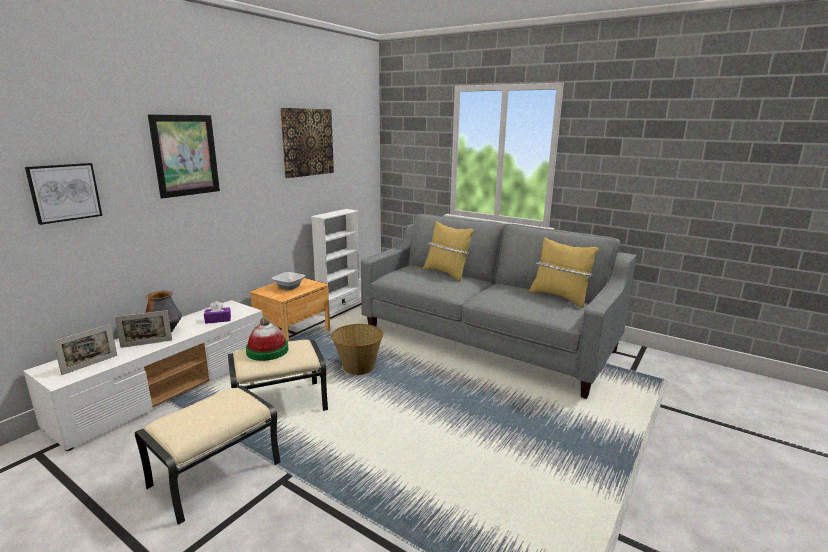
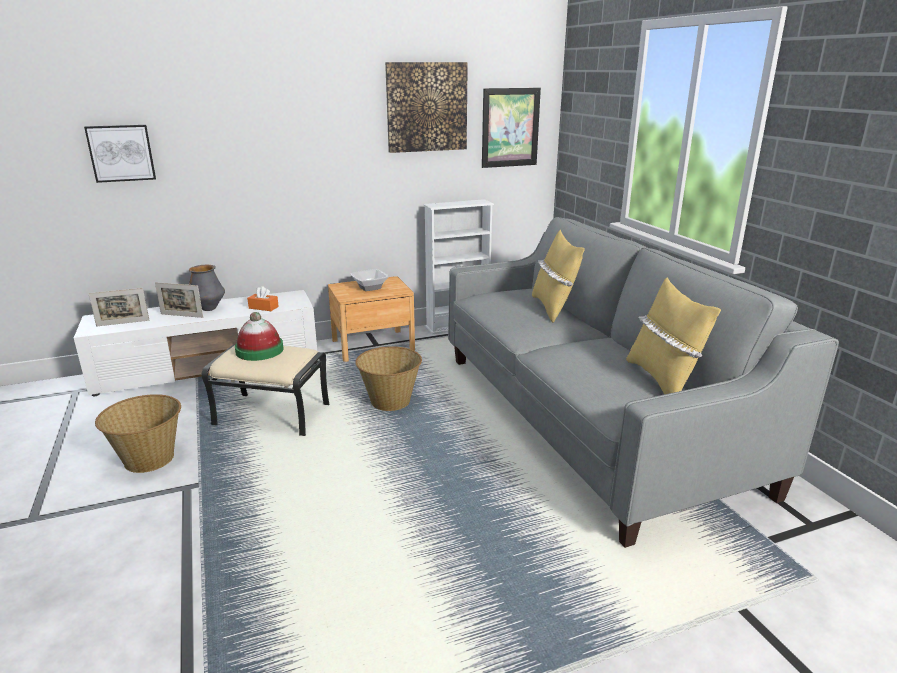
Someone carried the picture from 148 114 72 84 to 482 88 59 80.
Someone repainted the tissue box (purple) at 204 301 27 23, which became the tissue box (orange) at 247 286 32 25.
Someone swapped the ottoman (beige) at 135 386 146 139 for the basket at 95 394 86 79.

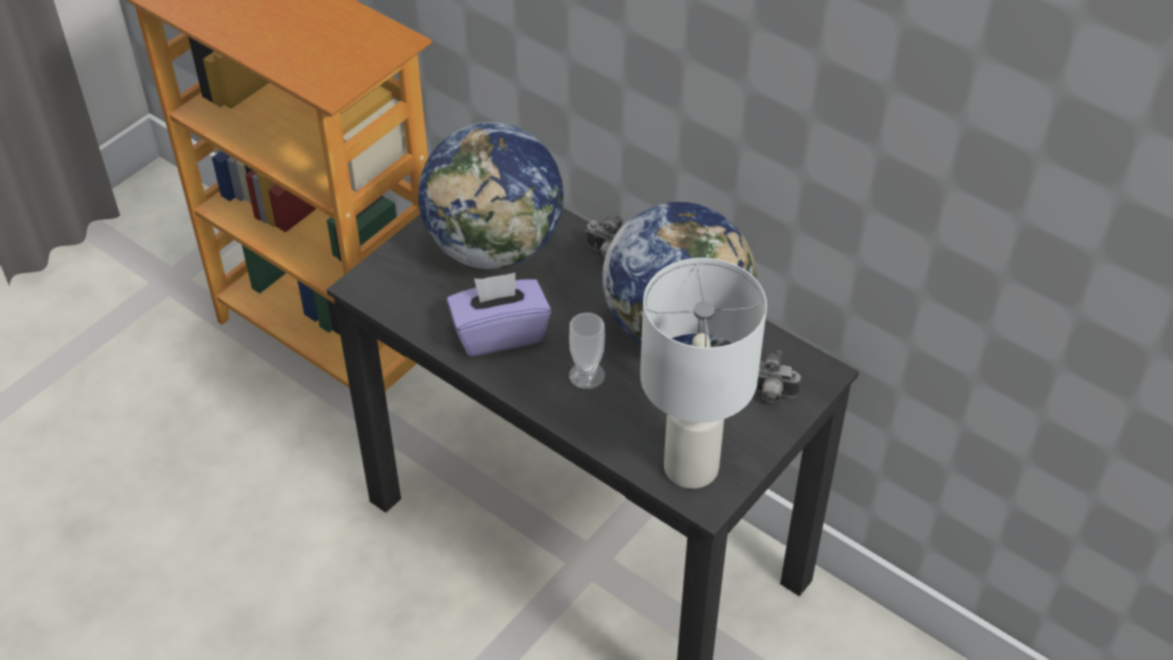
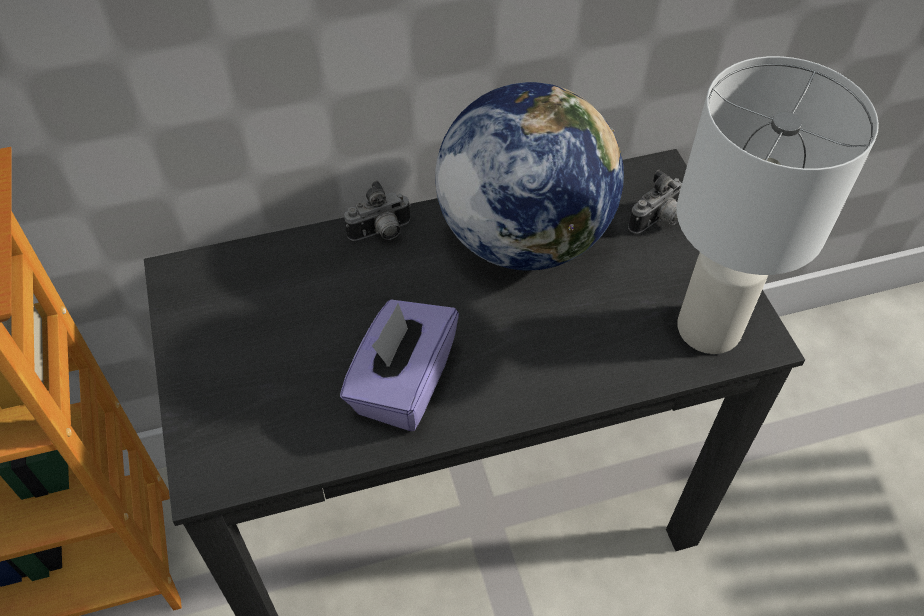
Someone took away the globe at 418 122 146 147.
Someone took away the cup at 569 313 36 76.

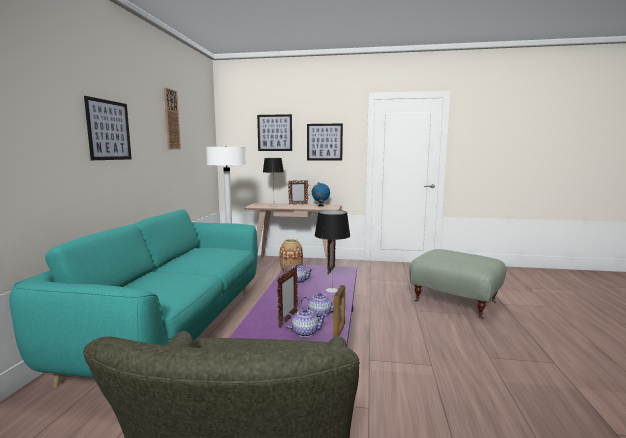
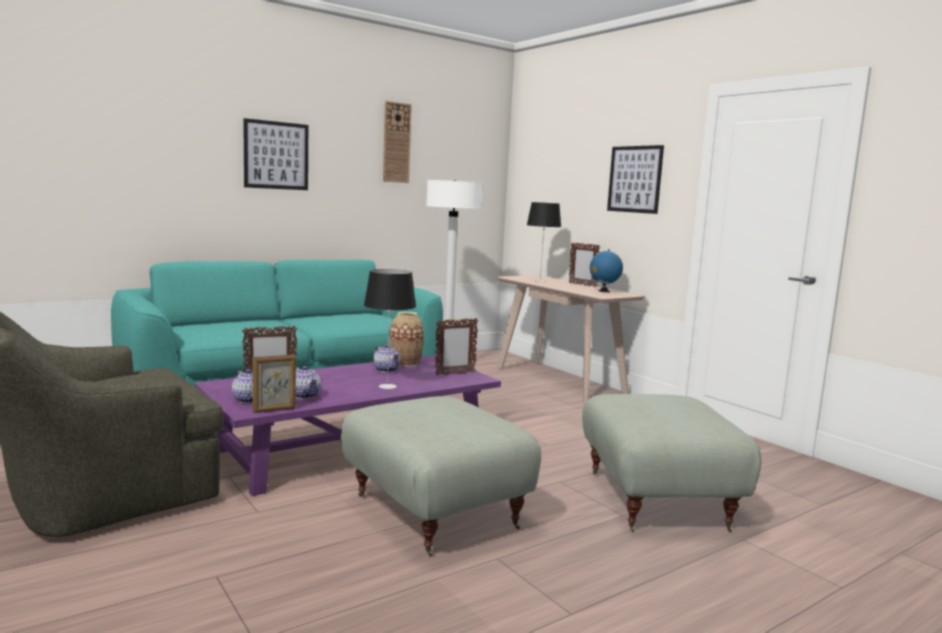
Someone took away the picture at 257 114 35 37.
Someone put down the ottoman (grey) at 341 396 200 161.

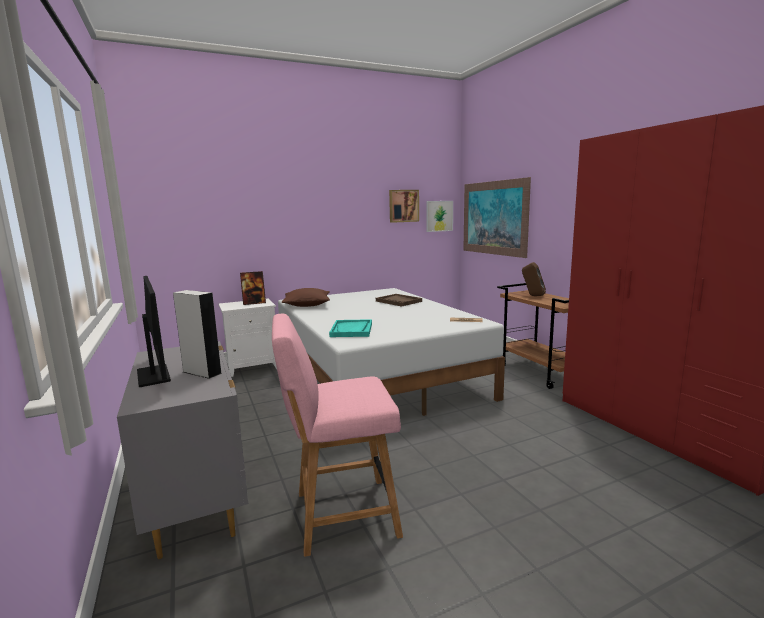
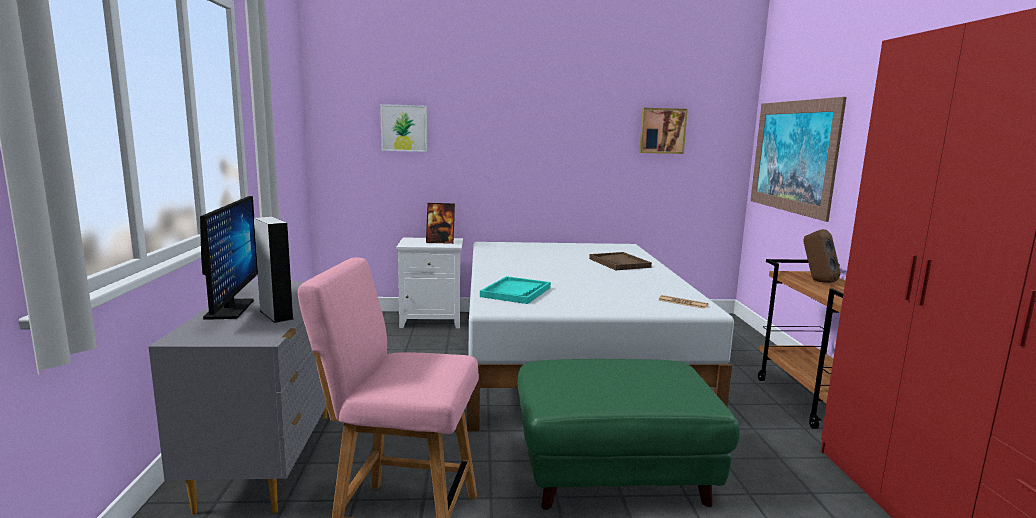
Someone carried the picture from 426 201 27 31 to 380 104 47 48.
Someone took away the pillow (brown) at 282 288 48 19.
Someone put down the ottoman (green) at 518 359 222 151.

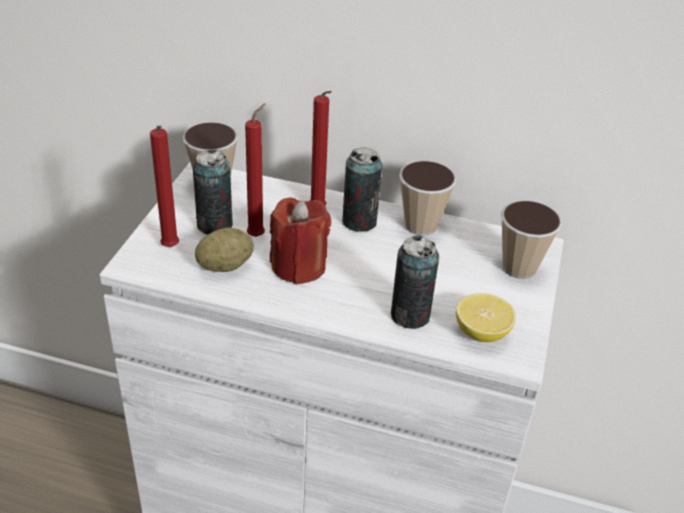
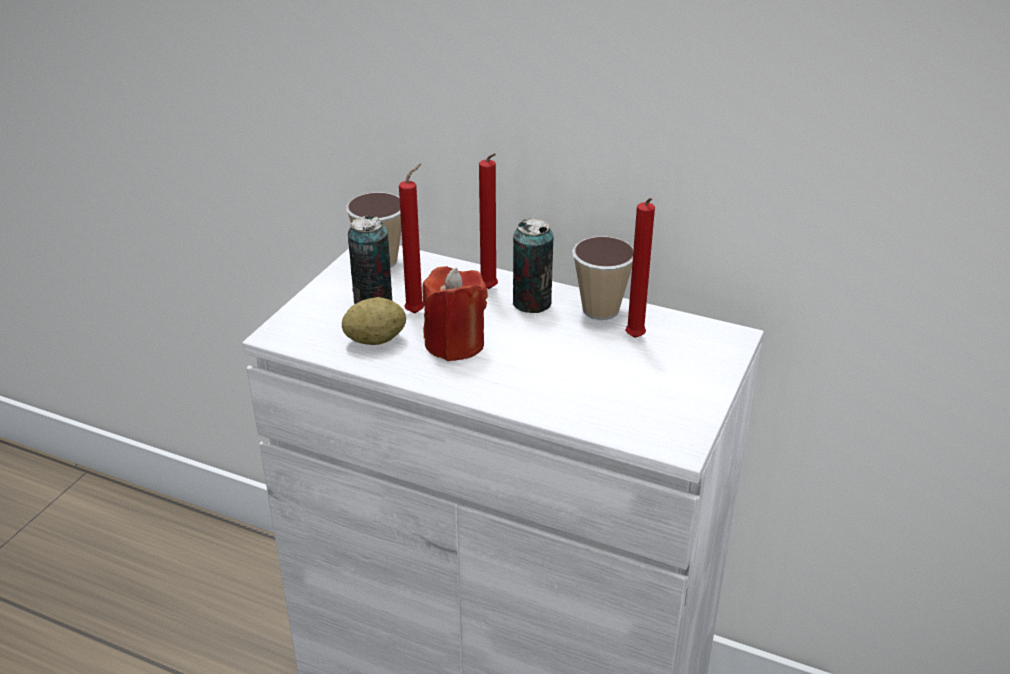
Someone carried the candle (red) from 150 126 29 121 to 625 198 30 140.
Someone took away the cup at 501 200 61 79.
Someone took away the can at 391 235 48 94.
Someone took away the lemon at 456 293 60 49.

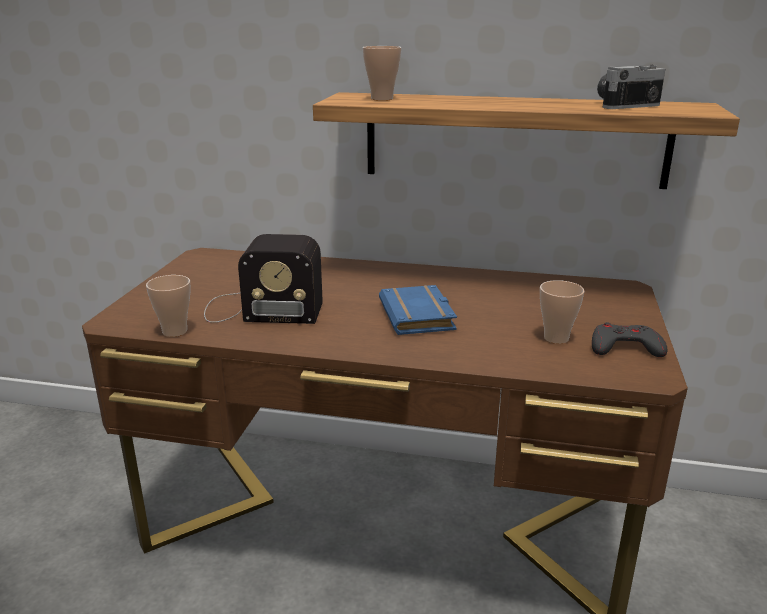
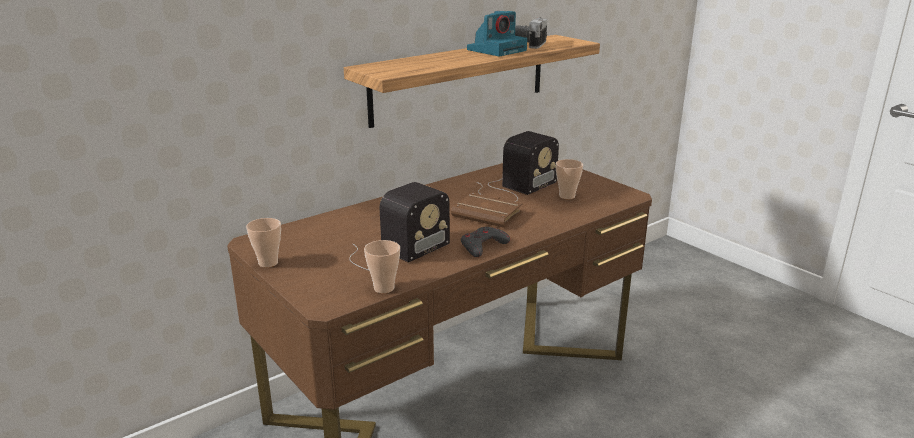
Someone carried the cup from 363 46 38 55 to 246 218 35 50.
Someone repainted the book (blue) at 379 285 78 50, which became the book (brown) at 451 193 72 35.
Someone carried the game controller (grey) from 592 322 75 35 to 461 227 49 30.
Someone put down the photo camera at 467 11 60 45.
Someone put down the radio at 476 131 83 71.

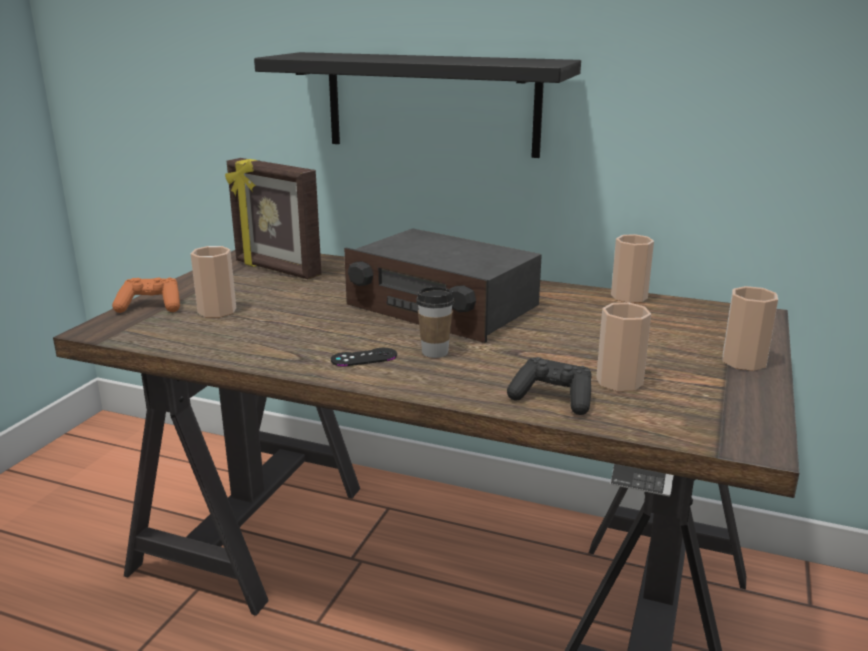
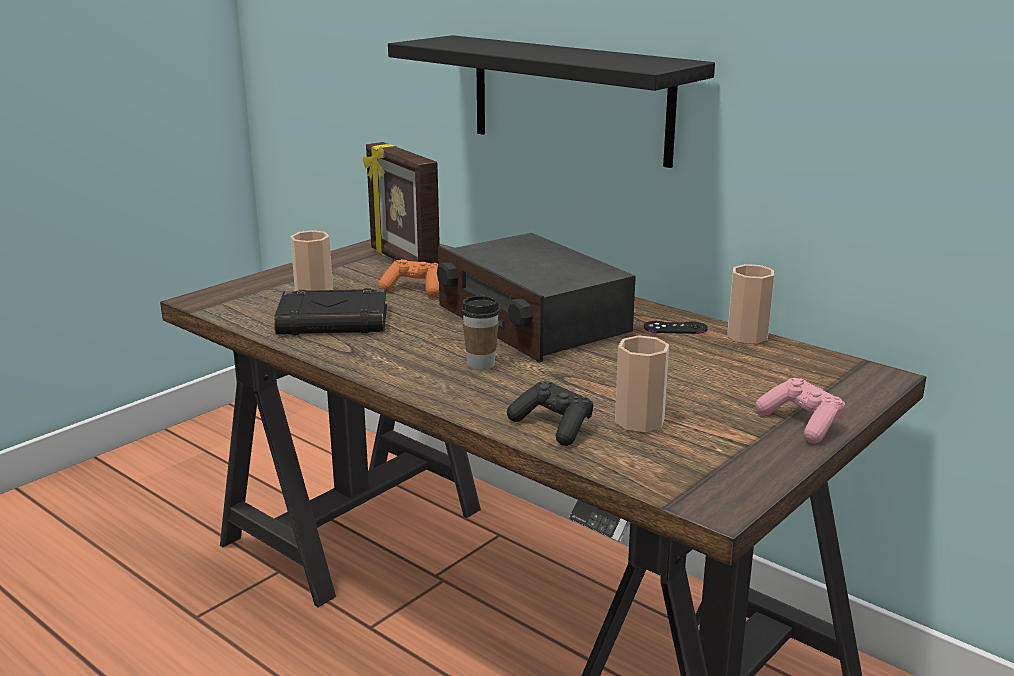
Someone carried the game controller (orange) from 112 278 68 35 to 378 259 61 39.
Someone swapped the cup at 722 286 56 85 for the game controller (pink) at 756 378 90 65.
Someone carried the game controller (black) from 331 348 66 18 to 644 321 64 13.
Someone put down the book (black) at 274 288 113 47.

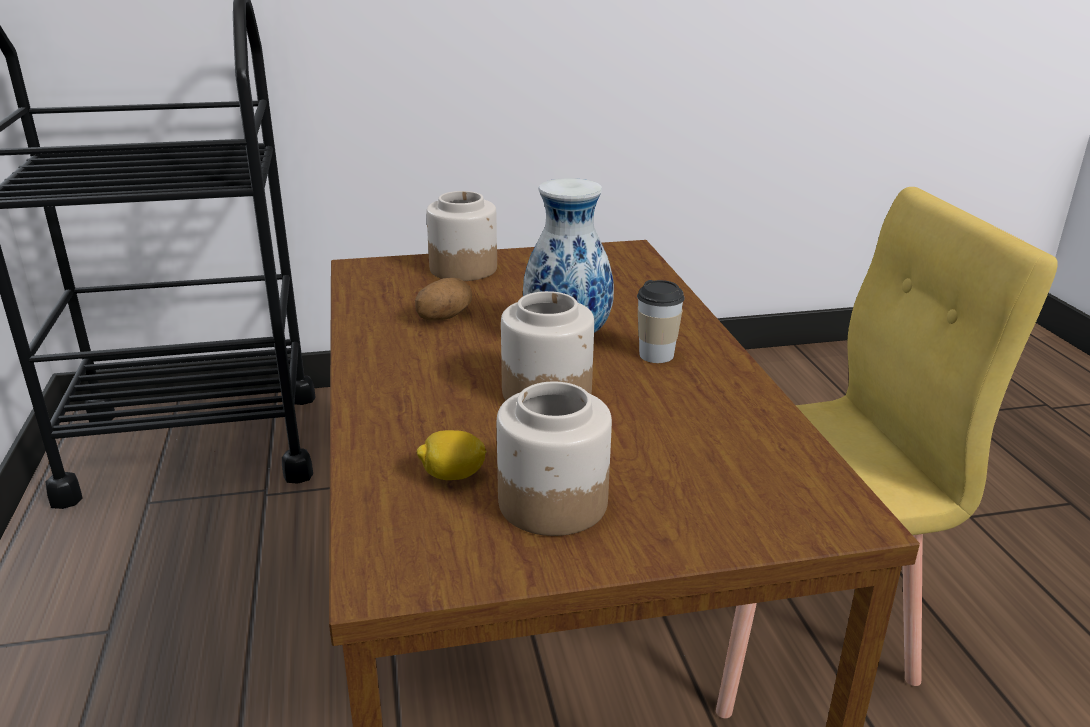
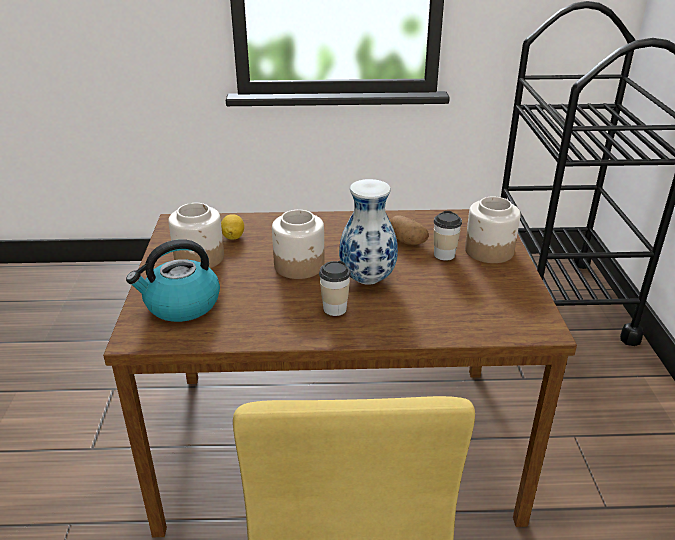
Someone put down the cup at 434 211 28 50.
Someone put down the kettle at 126 239 94 83.

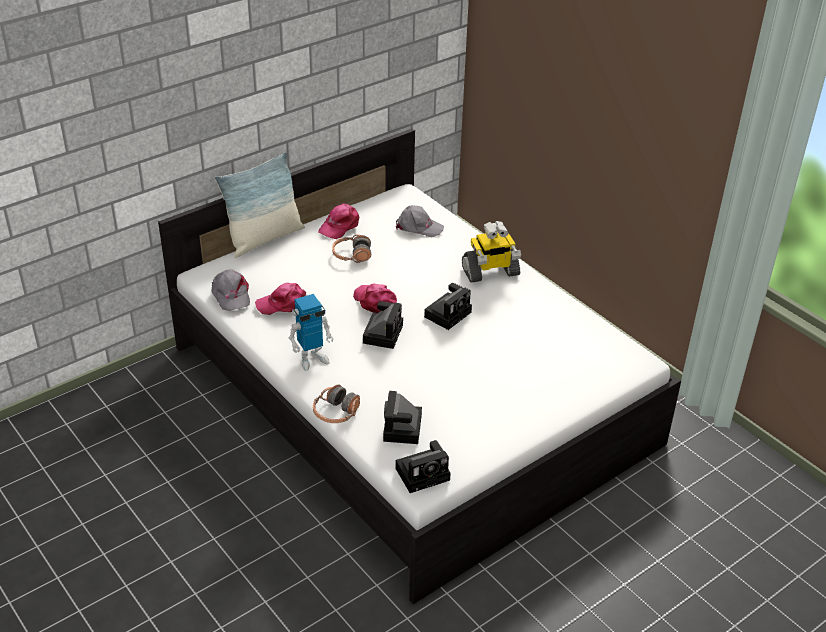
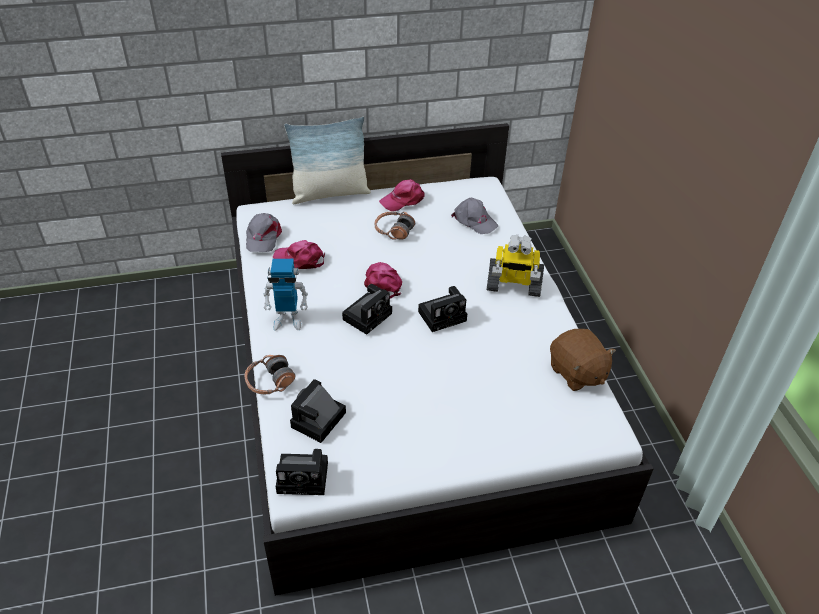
Someone put down the plush toy (brown) at 550 329 66 62.

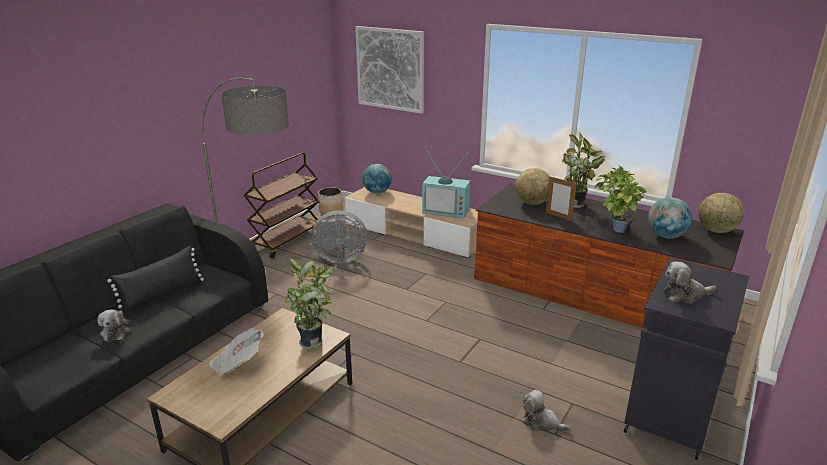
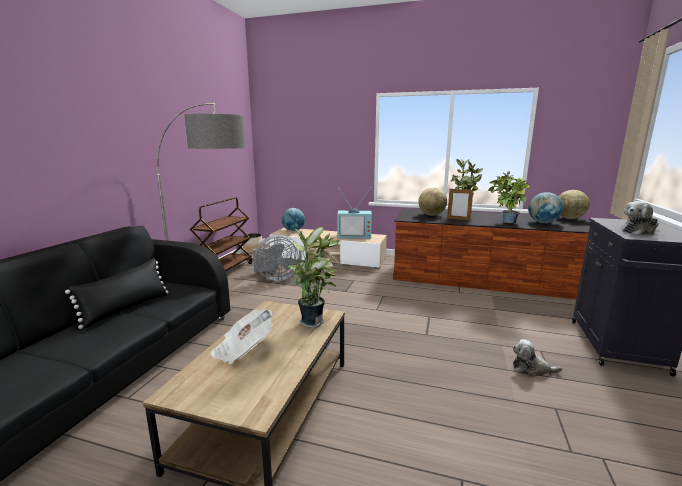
Someone took away the picture at 355 26 69 88.
Someone took away the plush toy at 97 310 34 32.

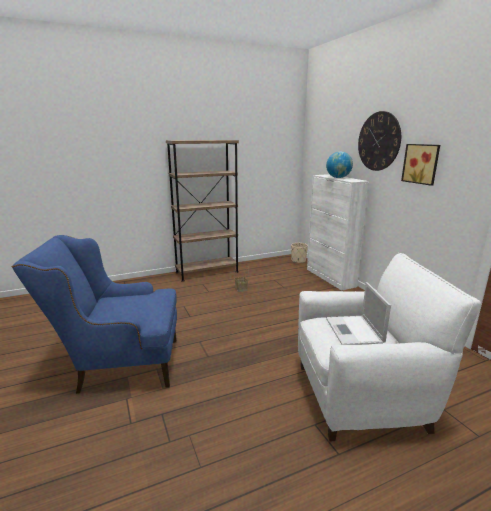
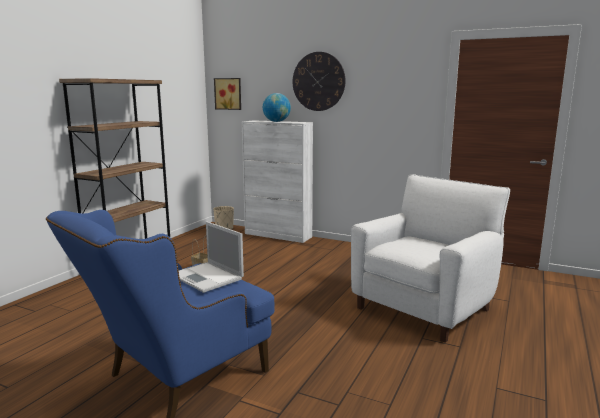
Someone carried the picture from 401 144 39 42 to 214 78 27 32.
Someone carried the laptop from 326 282 65 63 to 179 222 65 71.

